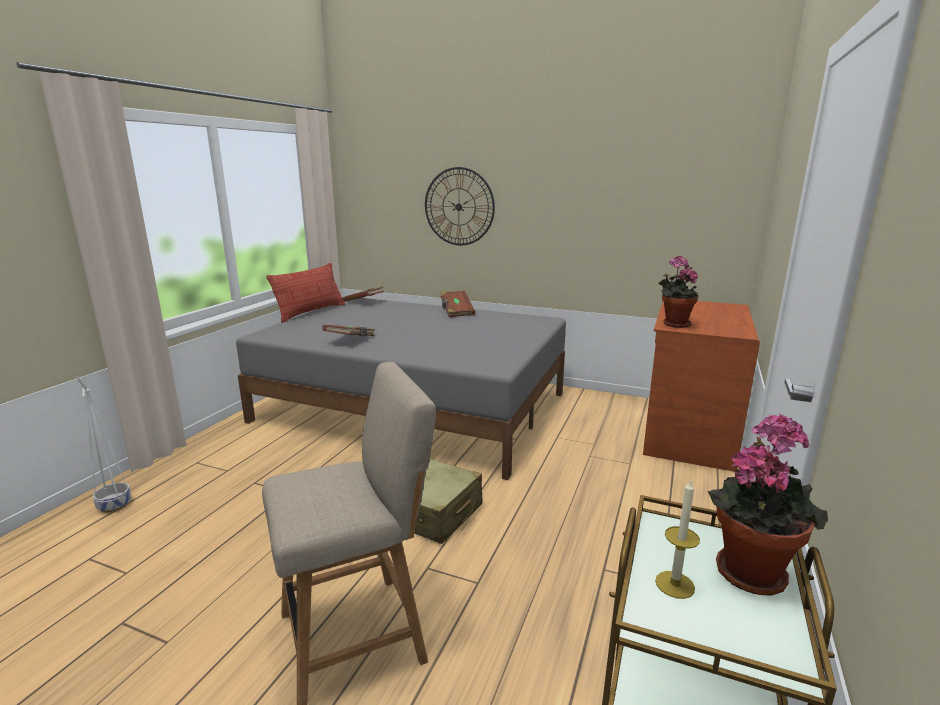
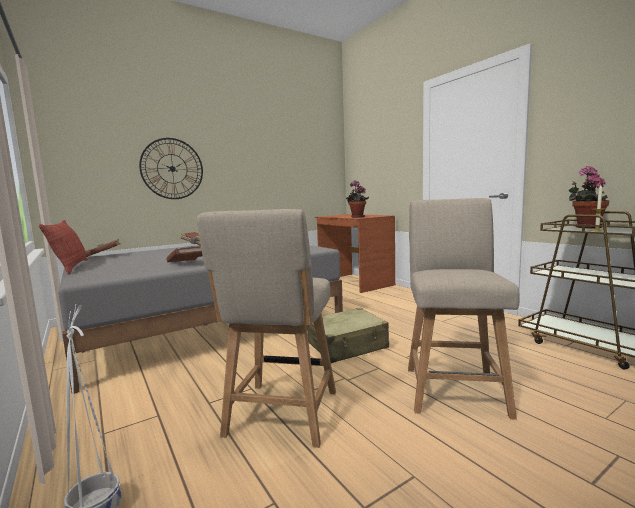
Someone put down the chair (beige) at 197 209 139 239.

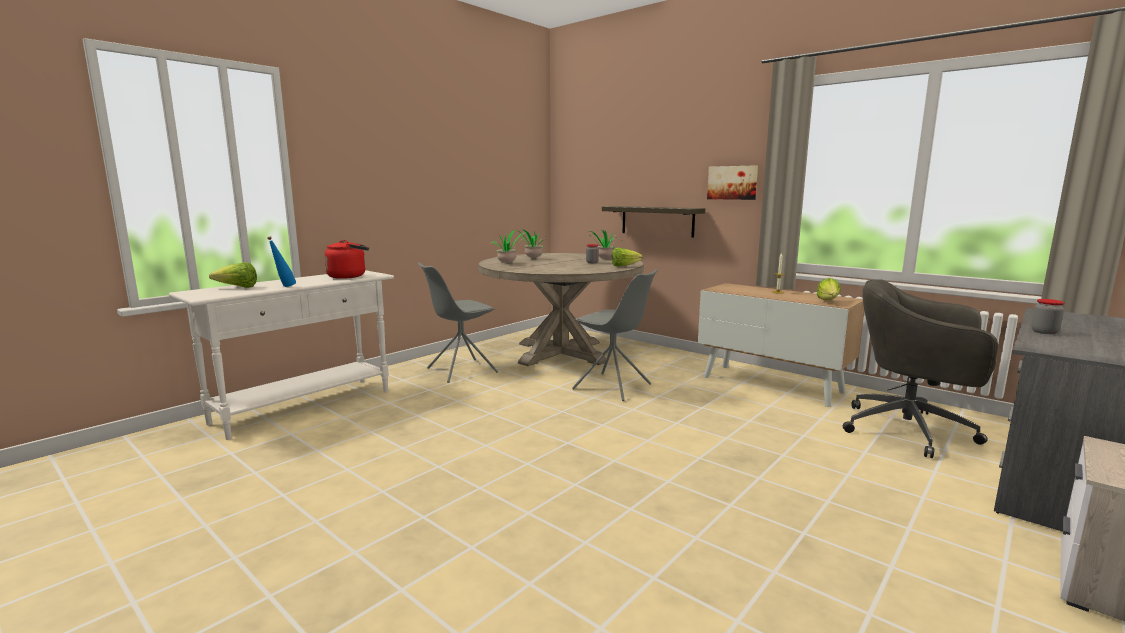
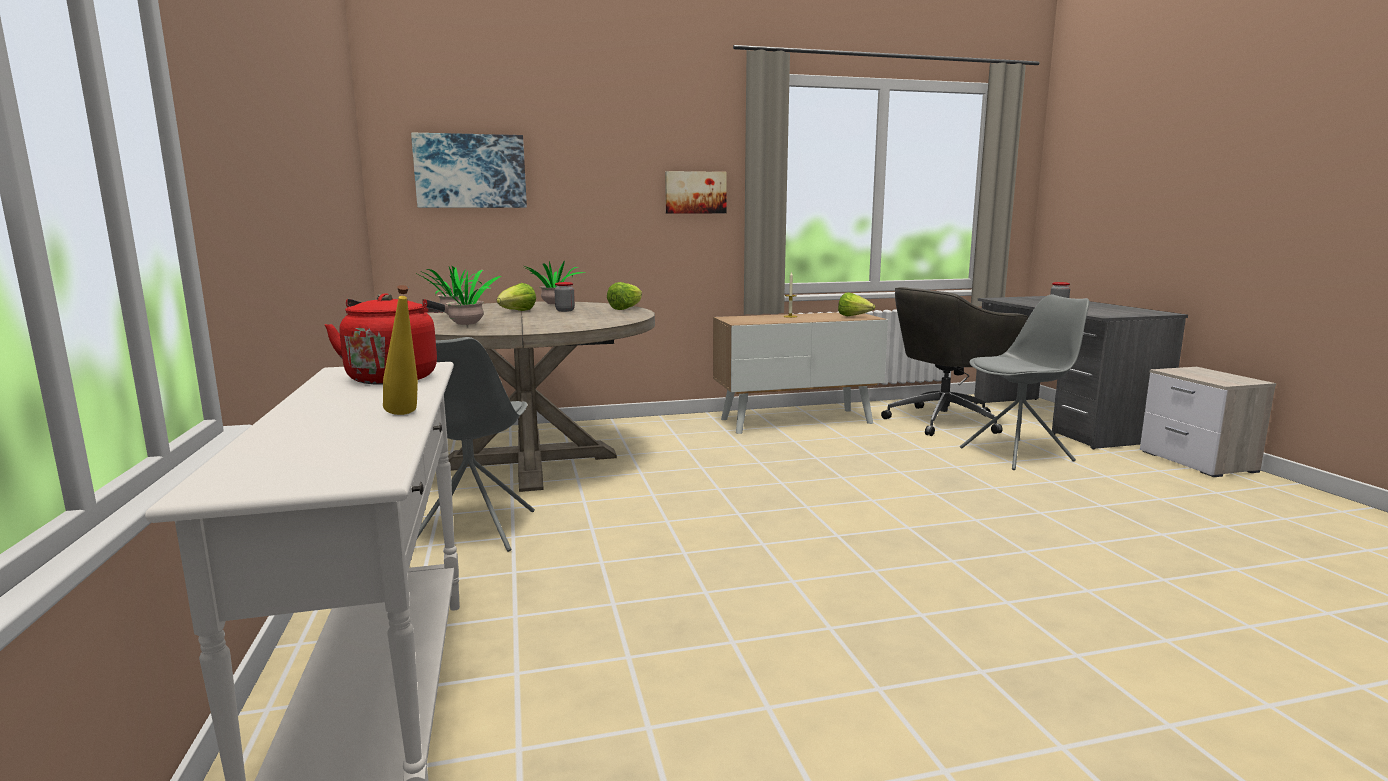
Someone took away the shelf at 602 206 103 32.
Someone repainted the bottle (blue) at 267 236 29 51, which became the bottle (yellow) at 383 285 35 130.
Someone carried the lettuce from 209 262 48 26 to 497 283 39 28.
Someone carried the chair (grey) from 572 270 86 131 to 960 294 129 176.
Someone put up the picture at 411 133 116 75.

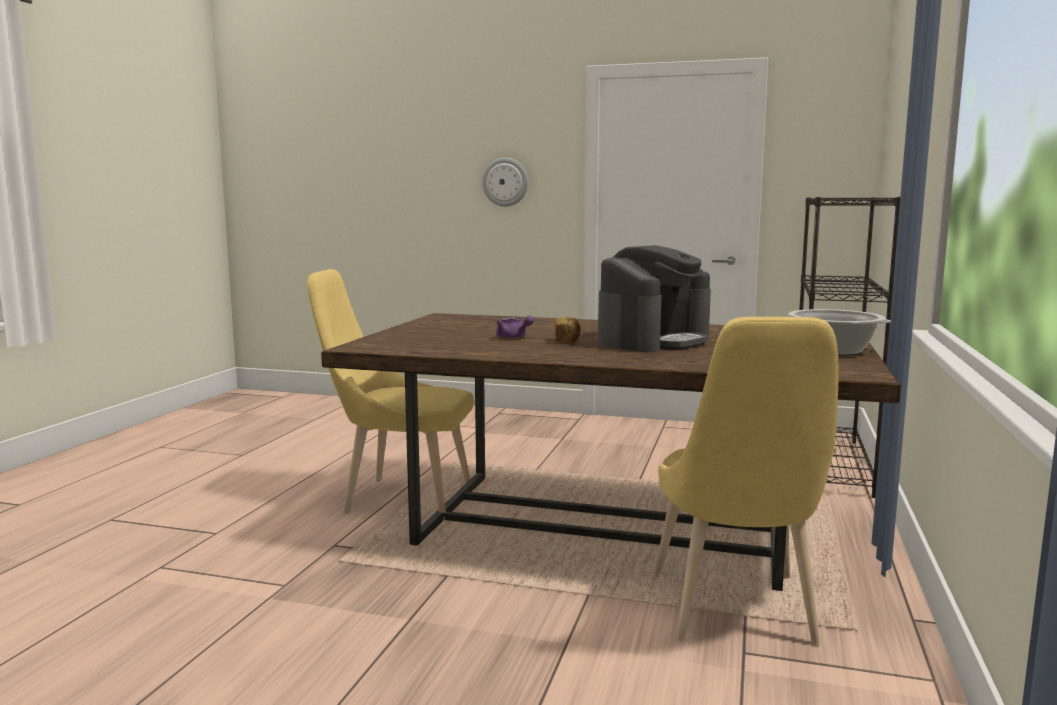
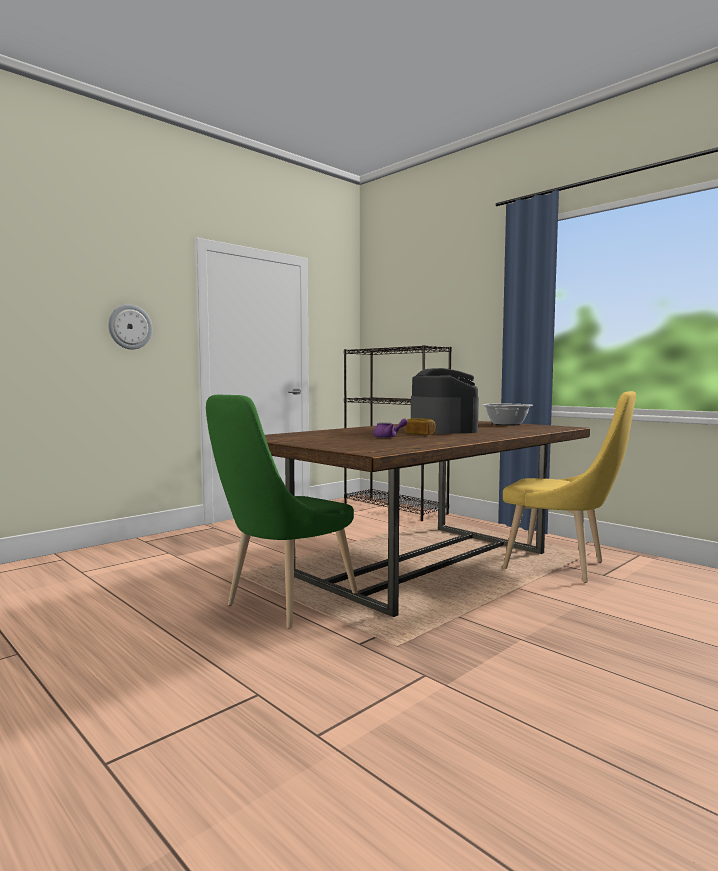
Someone repainted the chair (yellow) at 307 269 166 251, which became the chair (green) at 206 395 152 234.

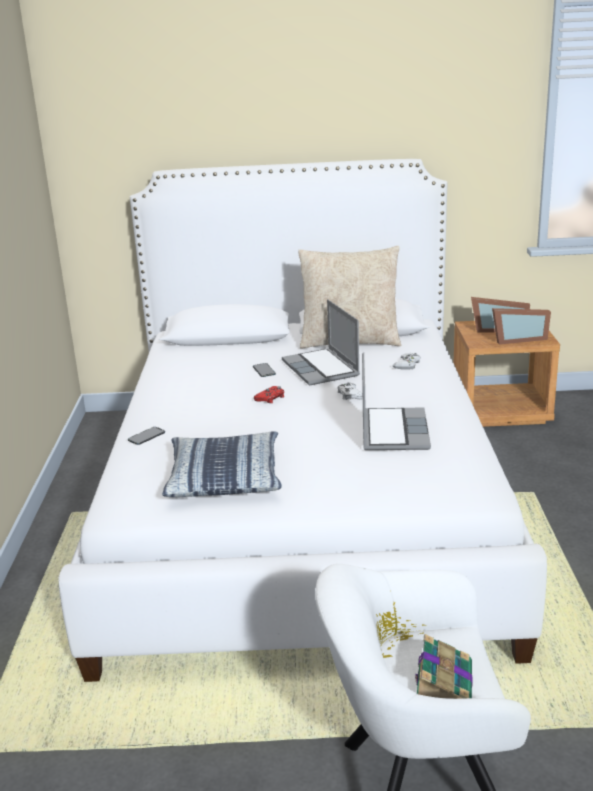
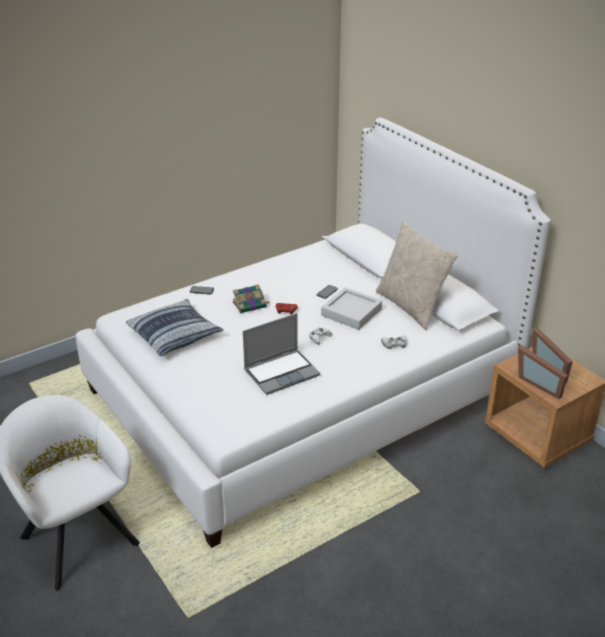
Someone swapped the laptop at 282 299 78 87 for the tray (grey) at 321 287 61 43.
Someone carried the book from 415 634 58 65 to 233 284 36 29.

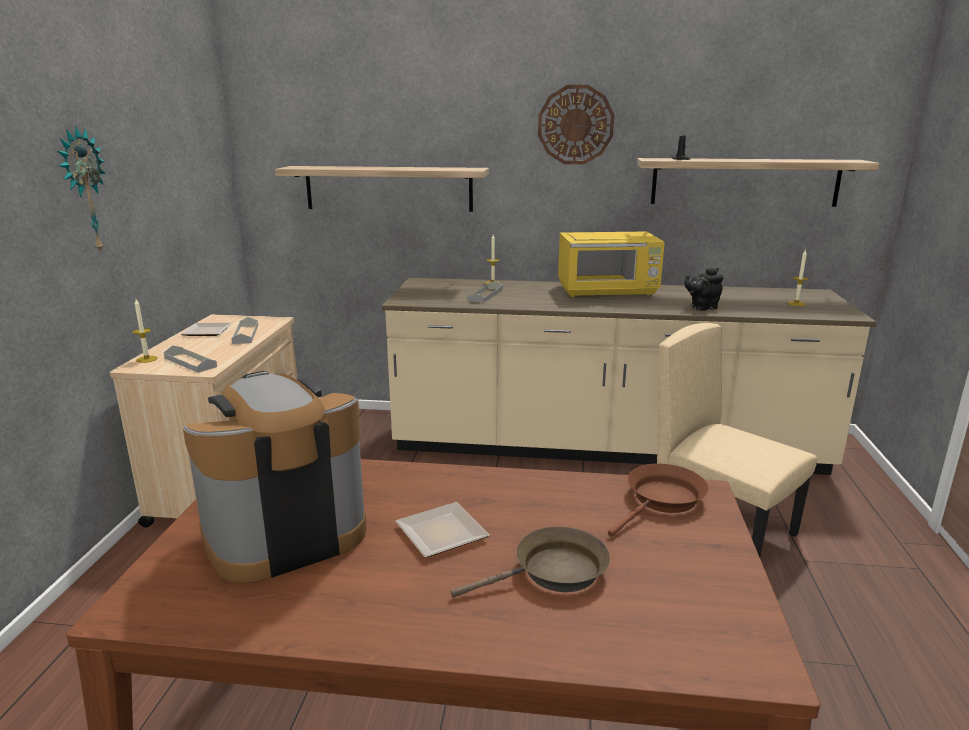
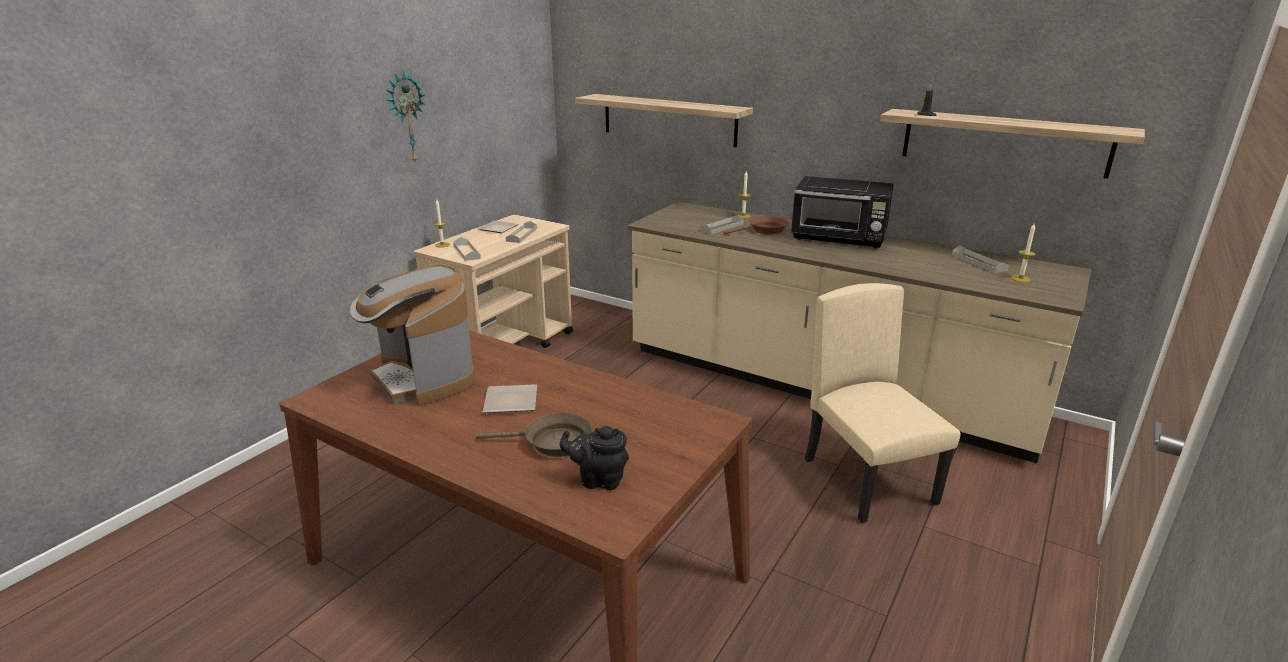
Someone took away the wall clock at 538 85 76 79.
Someone repainted the microwave (yellow) at 558 232 107 65, which became the microwave (black) at 791 176 103 72.
Someone carried the teapot (black) from 684 268 40 43 to 560 426 69 64.
Someone rotated the coffee machine at 183 371 184 212 by 120 degrees counterclockwise.
Someone carried the frying pan (brown) from 608 463 101 74 to 724 216 65 18.
Someone put down the tray (grey) at 952 245 57 28.

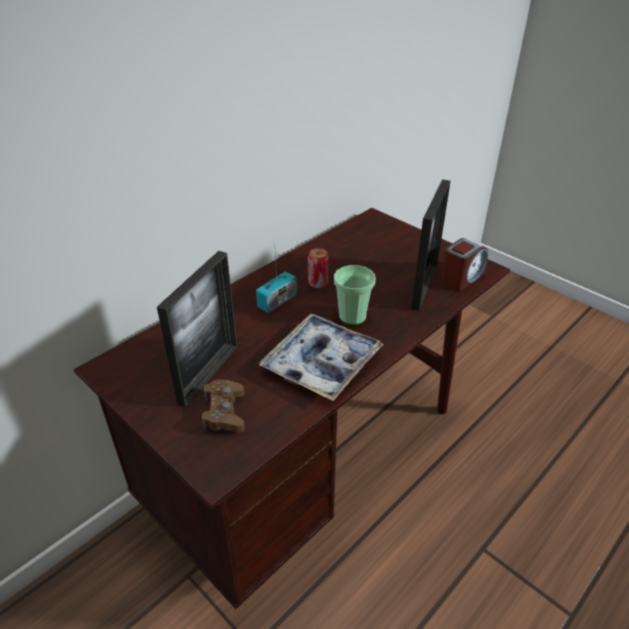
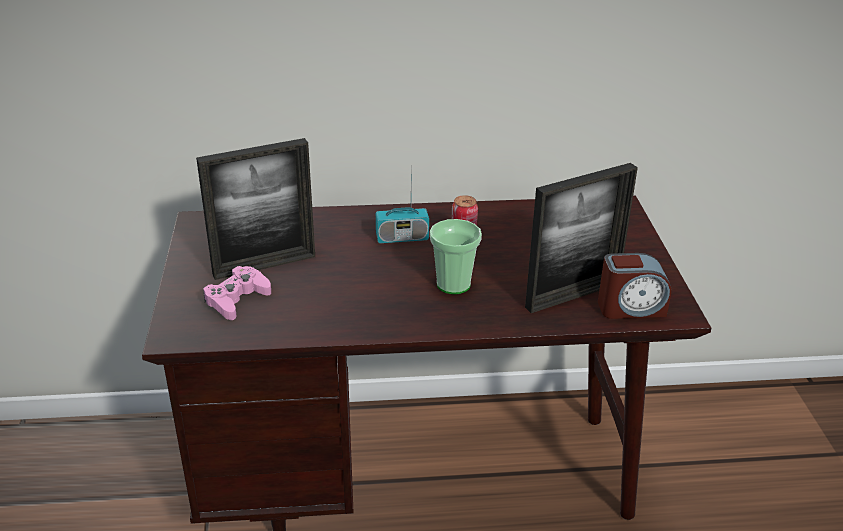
Someone took away the tray at 259 314 125 87.
Someone repainted the game controller (brown) at 202 380 43 52, which became the game controller (pink) at 203 266 68 54.

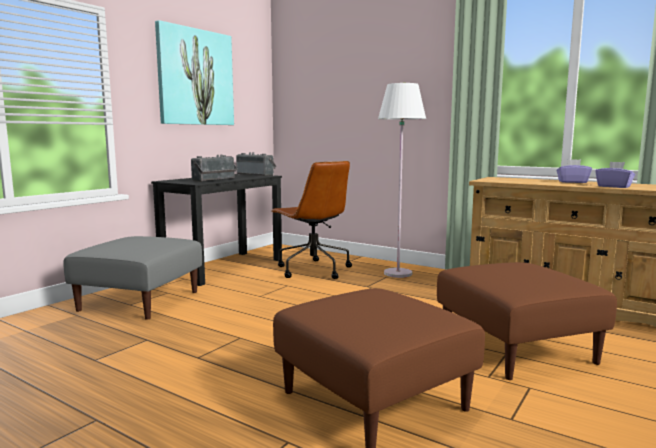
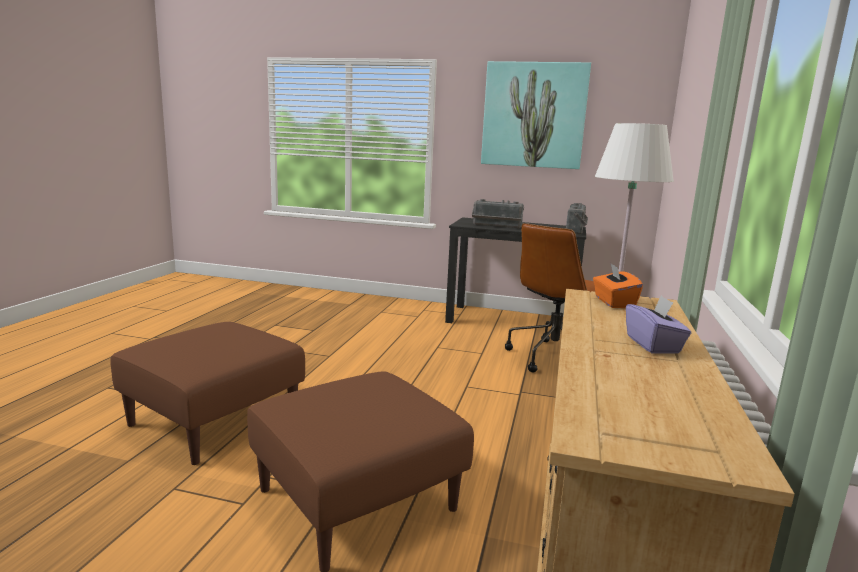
Someone took away the tissue box (purple) at 595 162 40 26.
Someone took away the ottoman (grey) at 63 236 139 84.
Someone put down the tissue box (orange) at 593 264 50 44.

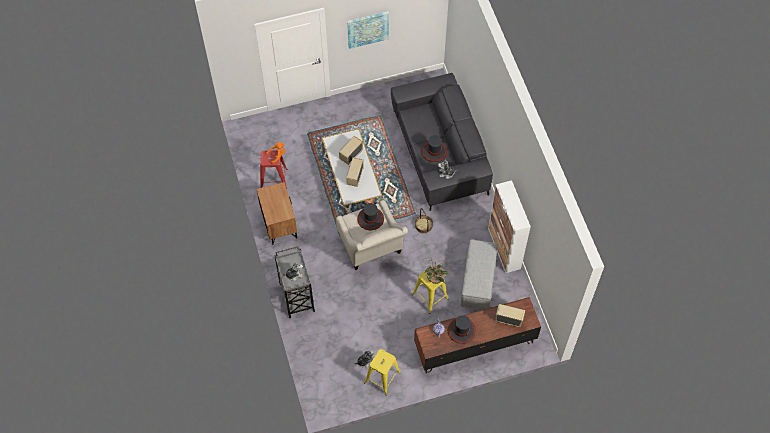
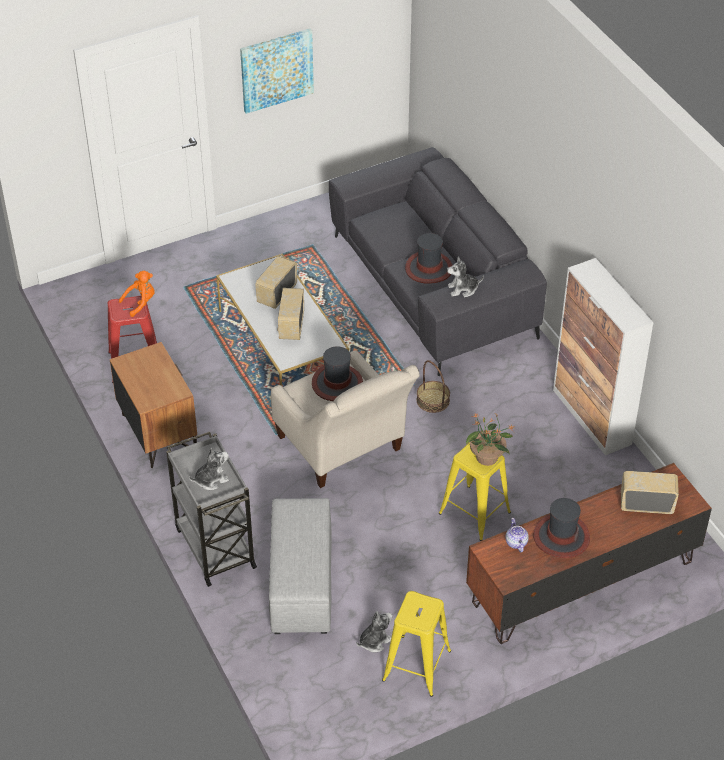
Someone carried the ottoman (grey) from 460 239 38 70 to 269 498 62 136.

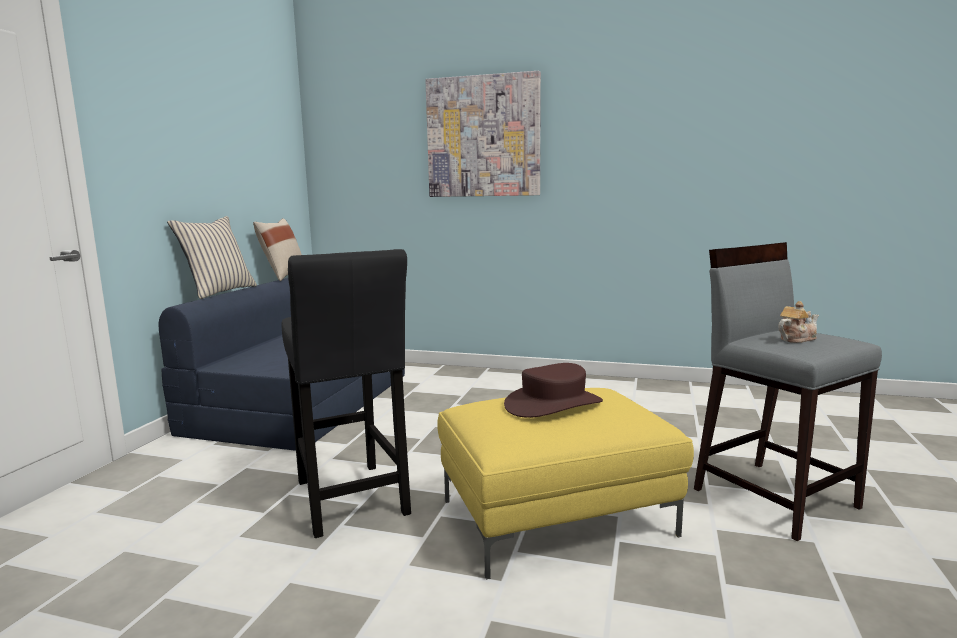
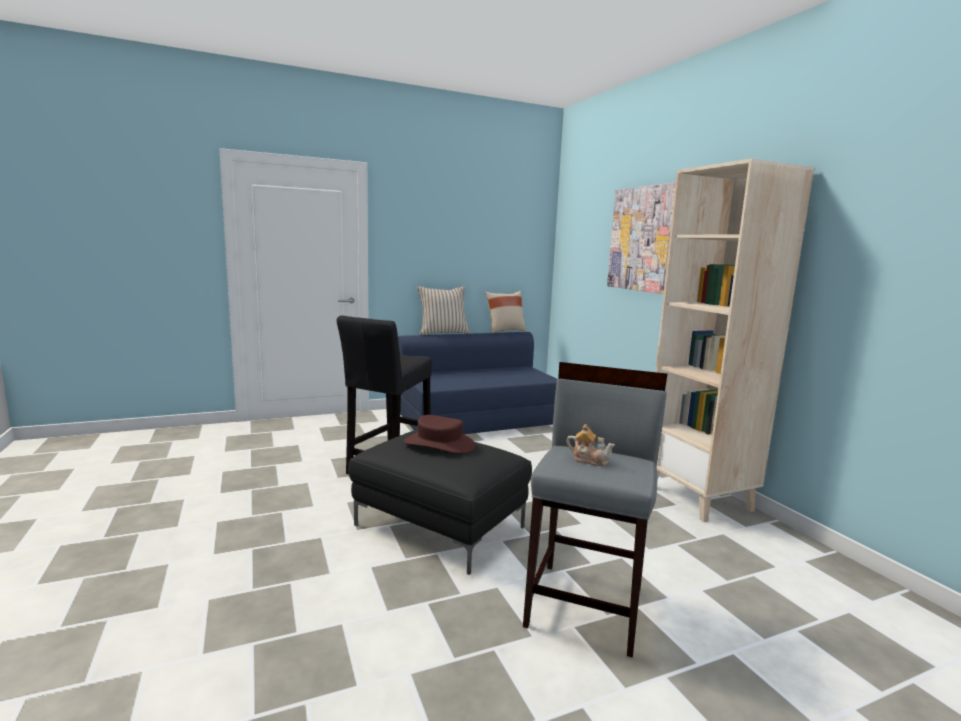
Someone repainted the ottoman (yellow) at 437 388 257 191, which became the ottoman (black) at 348 430 184 145.
Someone put down the bookcase (beige) at 655 159 159 363.

